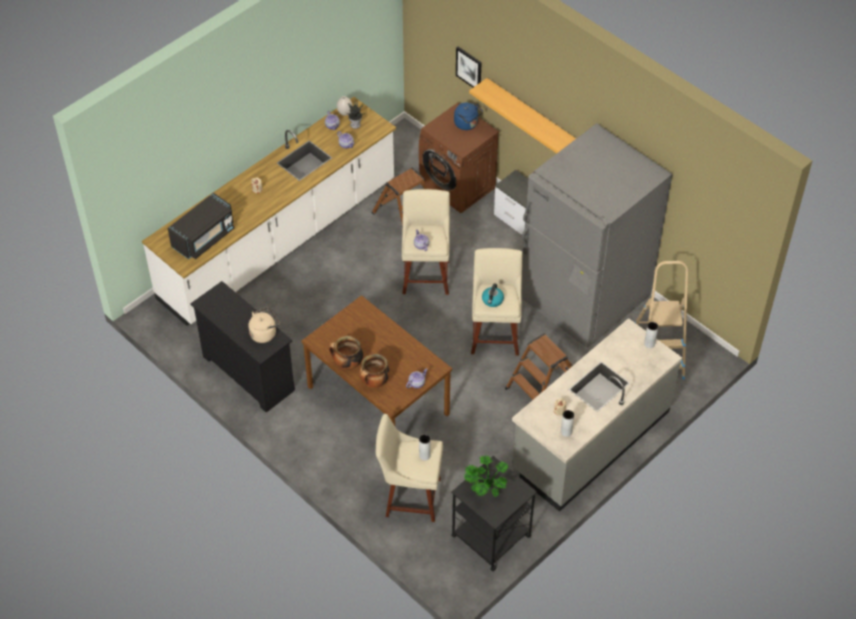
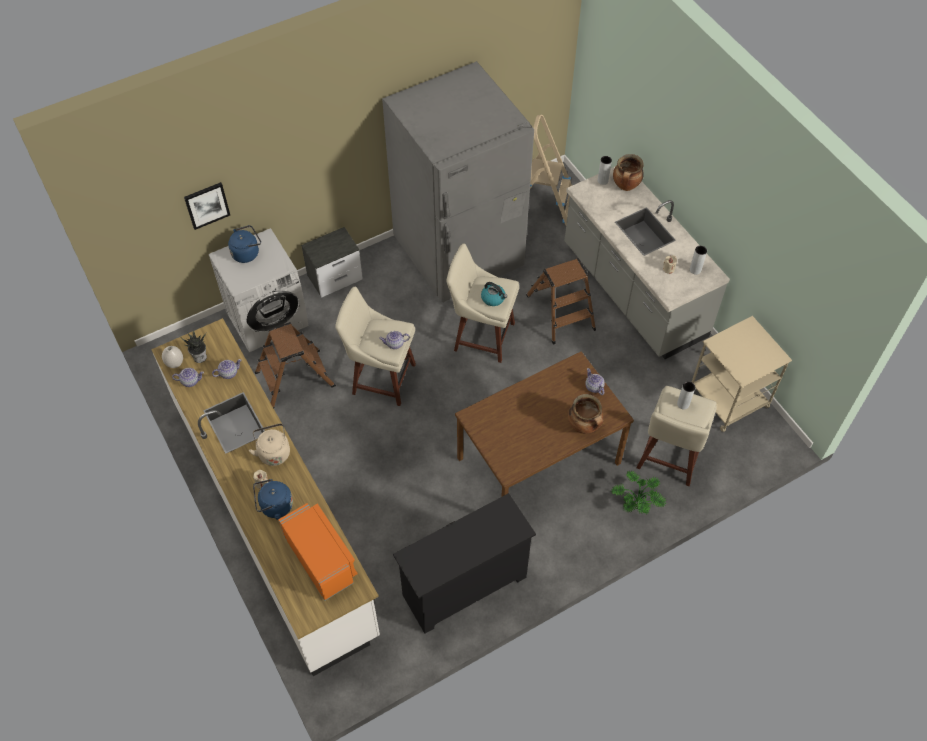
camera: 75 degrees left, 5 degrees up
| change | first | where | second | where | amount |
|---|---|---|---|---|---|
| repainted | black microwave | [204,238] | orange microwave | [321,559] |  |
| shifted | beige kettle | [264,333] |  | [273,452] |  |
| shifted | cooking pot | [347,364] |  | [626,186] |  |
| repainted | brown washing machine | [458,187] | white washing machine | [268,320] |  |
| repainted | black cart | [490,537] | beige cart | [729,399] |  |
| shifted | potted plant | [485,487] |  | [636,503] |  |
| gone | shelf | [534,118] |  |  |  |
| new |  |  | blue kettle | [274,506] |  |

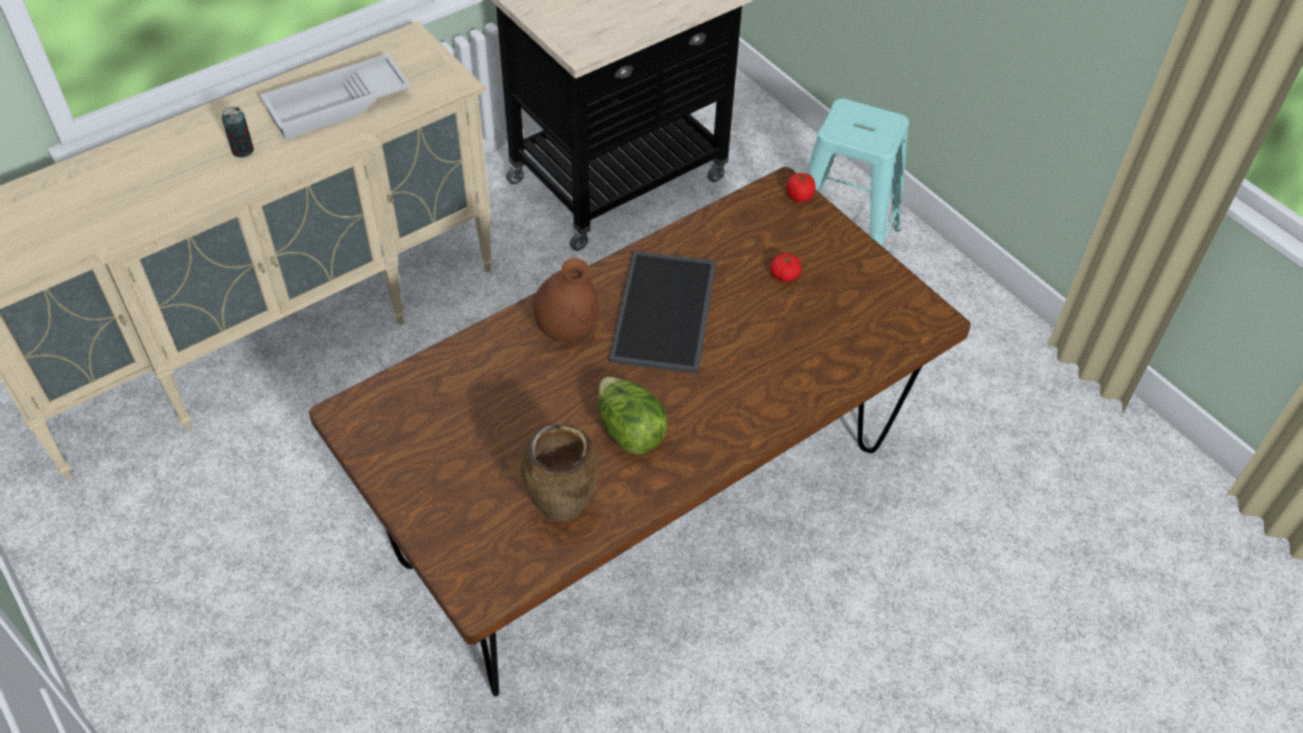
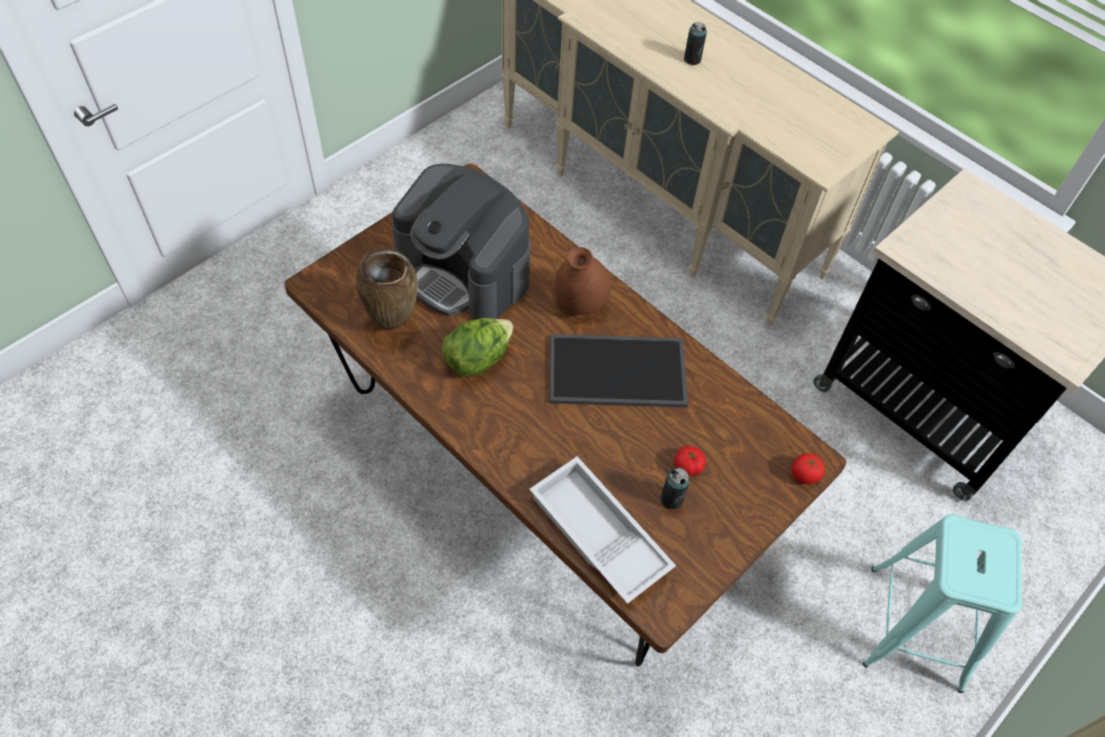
camera: 80 degrees right, 5 degrees up
| change | first | where | second | where | amount |
|---|---|---|---|---|---|
| shifted | white tray | [338,106] |  | [596,535] |  |
| new |  |  | coffee machine | [465,272] |  |
| new |  |  | can | [671,499] |  |

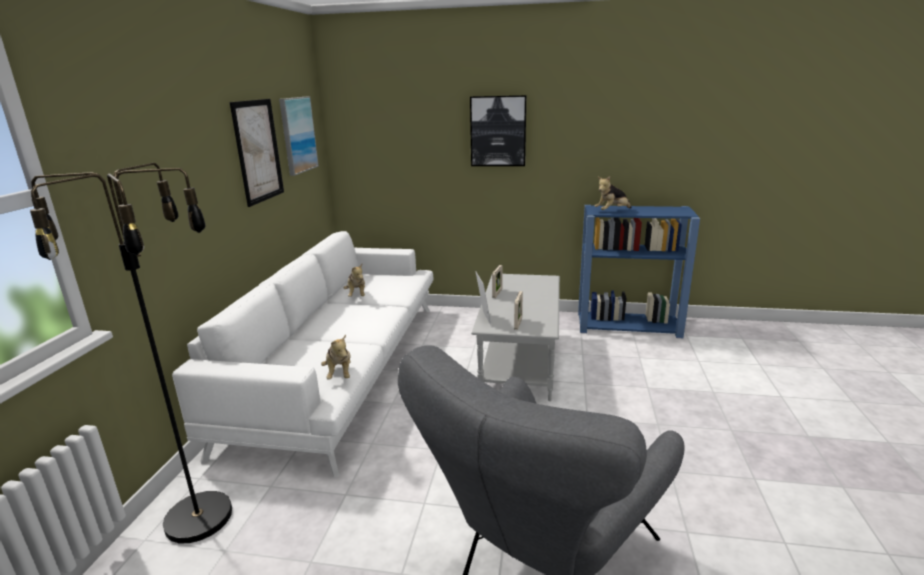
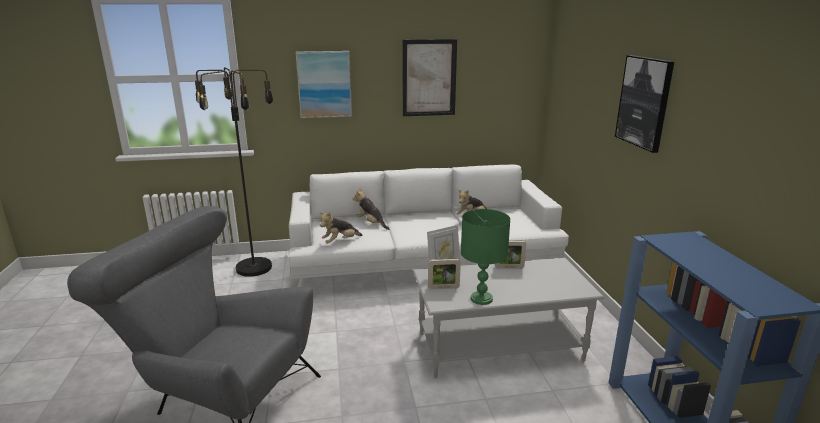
camera: 70 degrees right, 0 degrees up
| change | first | where | second | where | amount |
|---|---|---|---|---|---|
| shifted | picture | [298,135] |  | [324,84] |  |
| shifted | plush toy | [612,211] |  | [371,223] |  |
| new |  |  | green table lamp | [481,298] |  |

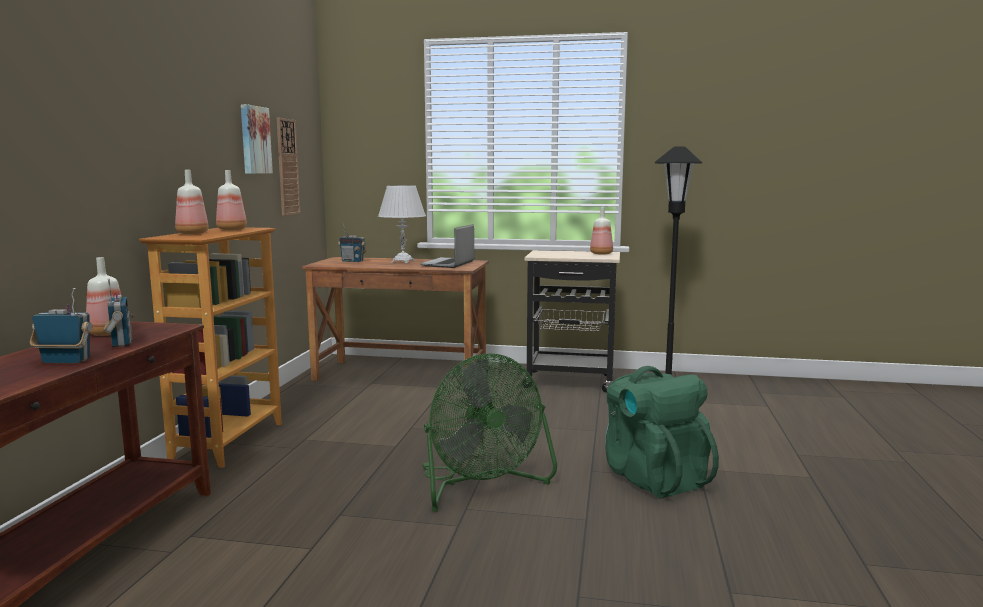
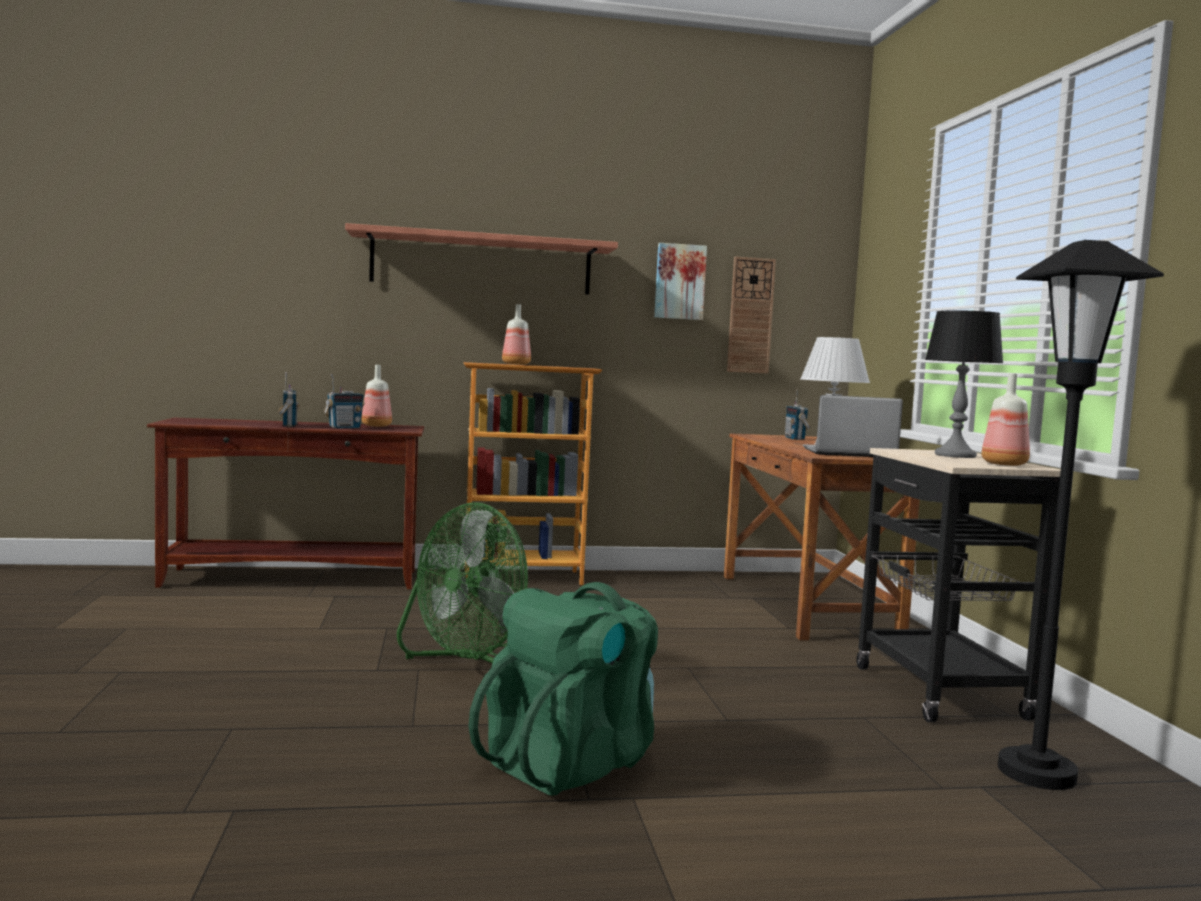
camera: 70 degrees right, 5 degrees down
| change | first | where | second | where | amount |
|---|---|---|---|---|---|
| gone | bottle | [231,229] |  |  |  |
| new |  |  | shelf | [482,263] |  |
| new |  |  | table lamp | [955,455] |  |

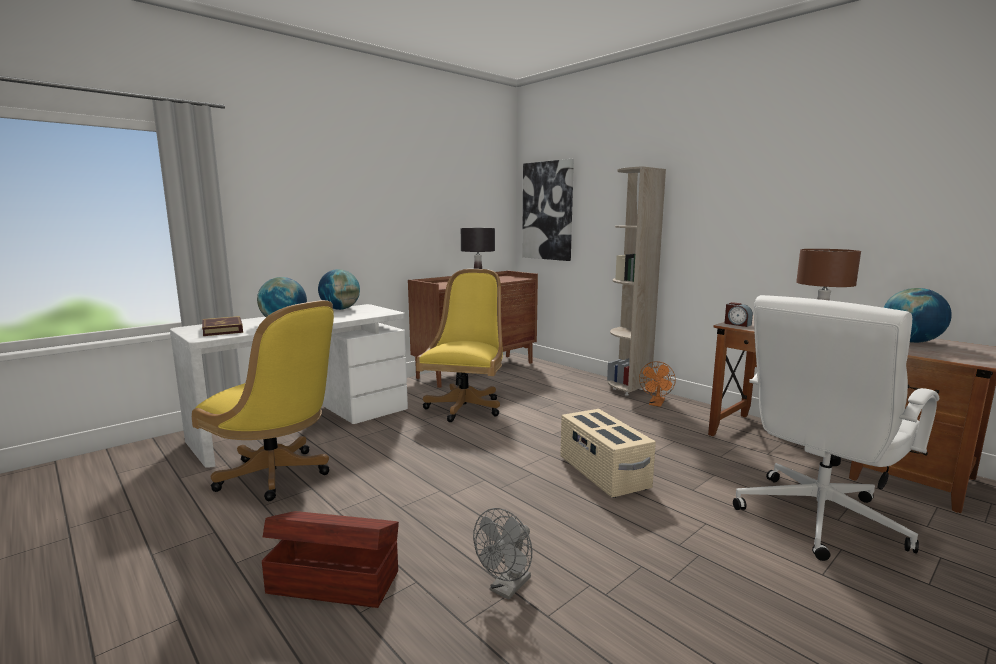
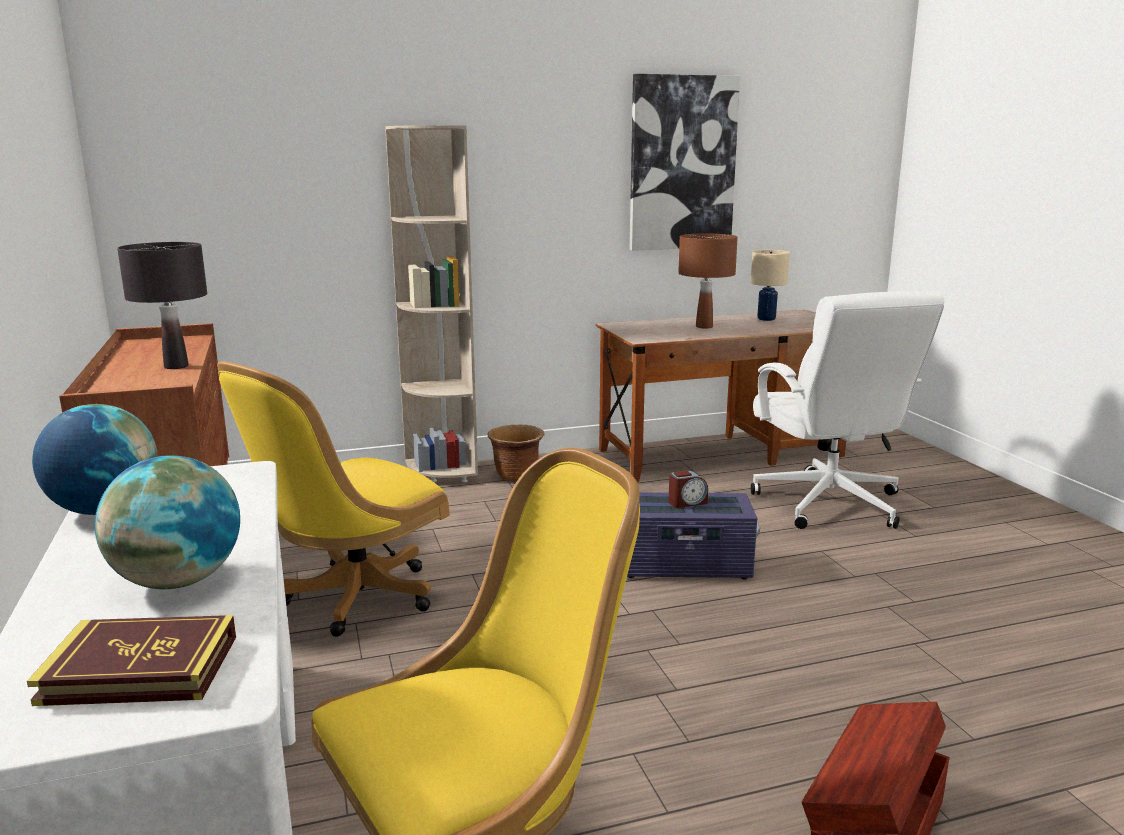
camera: 65 degrees left, 5 degrees up
| change | first | where | second | where | amount |
|---|---|---|---|---|---|
| rotated | yellow office chair | [466,406] |  | [348,603] | 90 degrees counterclockwise |
| gone | grey fan | [507,588] |  |  |  |
| shifted | picture | [547,211] |  | [682,163] |  |
| repainted | beige storage box | [603,473] | purple storage box | [685,566] |  |
| swapped | orange fan | [656,404] | brown planter | [517,476] |  |
| shifted | alarm clock | [737,324] |  | [687,502] |  |
| swapped | globe | [911,341] | beige table lamp | [767,319] |  |

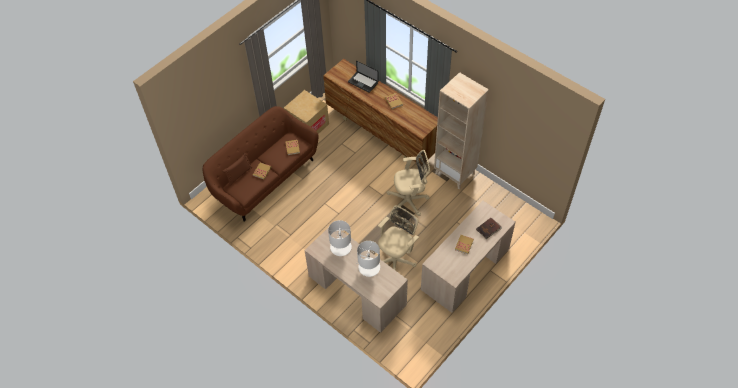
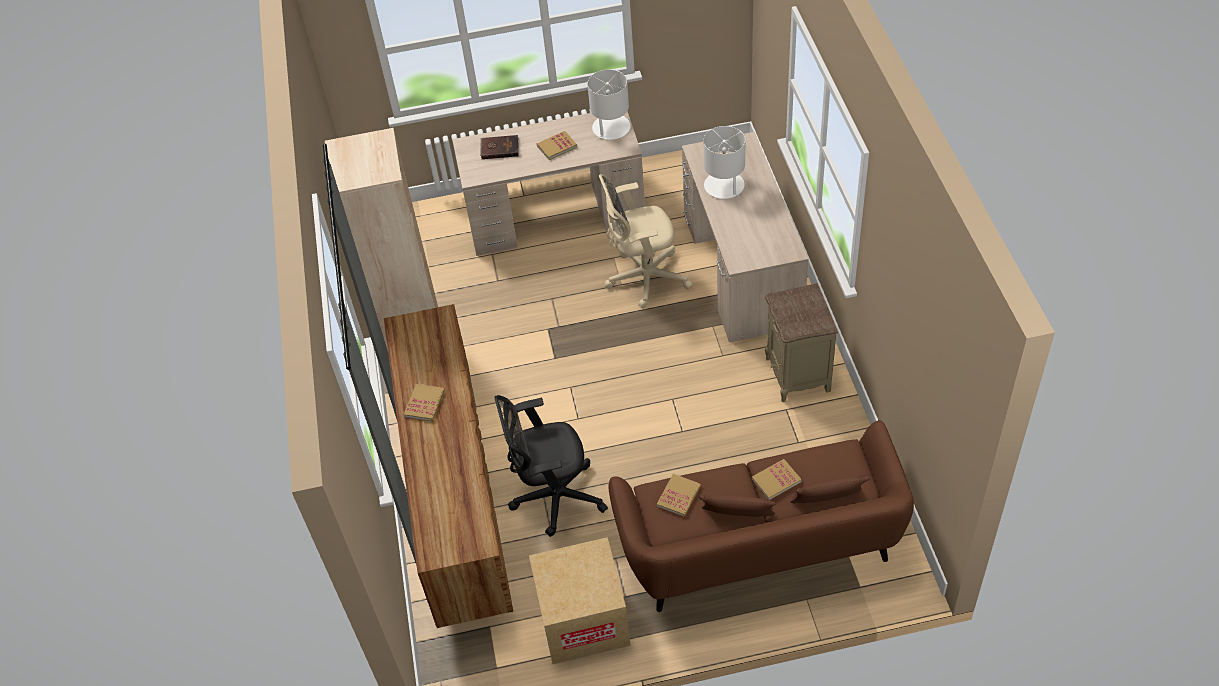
camera: 140 degrees left, 5 degrees down
| change | first | where | second | where | amount |
|---|---|---|---|---|---|
| shifted | white table lamp | [340,247] |  | [611,128] |  |
| gone | laptop | [363,82] |  |  |  |
| gone | beige office chair | [409,201] |  |  |  |
| new |  |  | black office chair | [553,497] |  |
| new |  |  | brown pillow | [737,517] |  |
| new |  |  | beige nightstand | [796,375] |  |

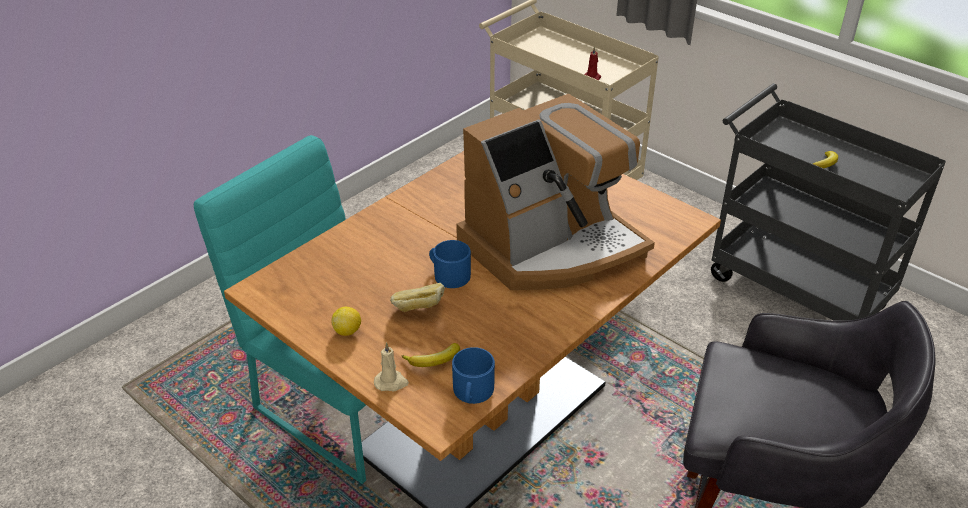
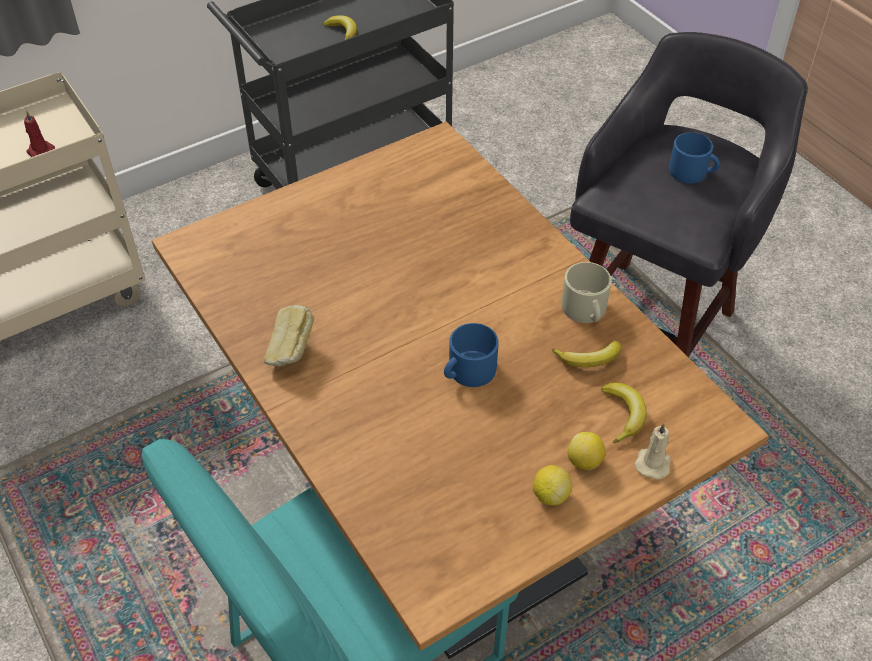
camera: 75 degrees left, 10 degrees up
| change | first | where | second | where | amount |
|---|---|---|---|---|---|
| shifted | bread | [418,311] |  | [291,352] |  |
| shifted | blue mug | [472,392] |  | [692,172] |  |
| gone | coffee machine | [552,247] |  |  |  |
| new |  |  | banana | [589,359] |  |
| new |  |  | beige mug | [585,310] |  |
| new |  |  | lemon | [584,461] |  |

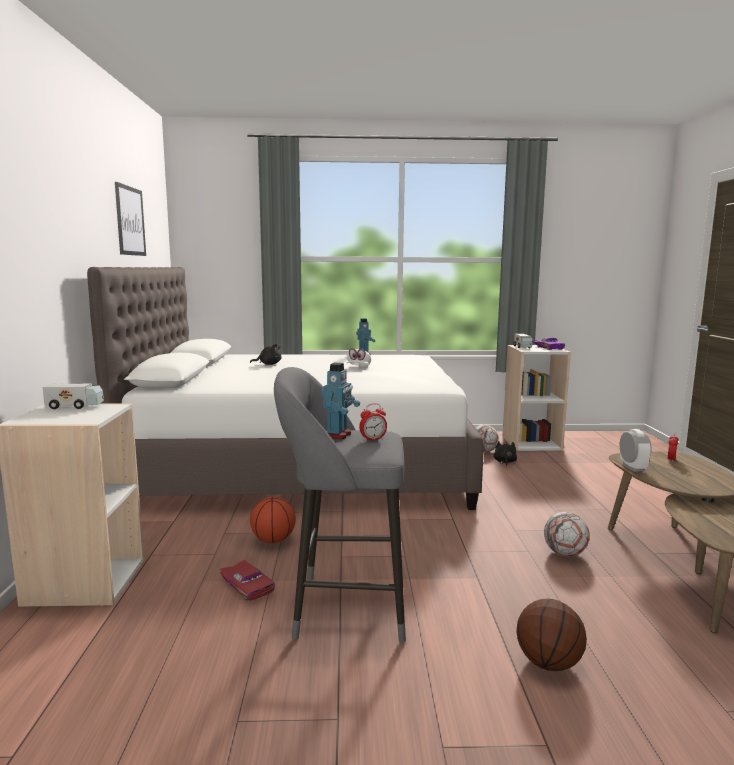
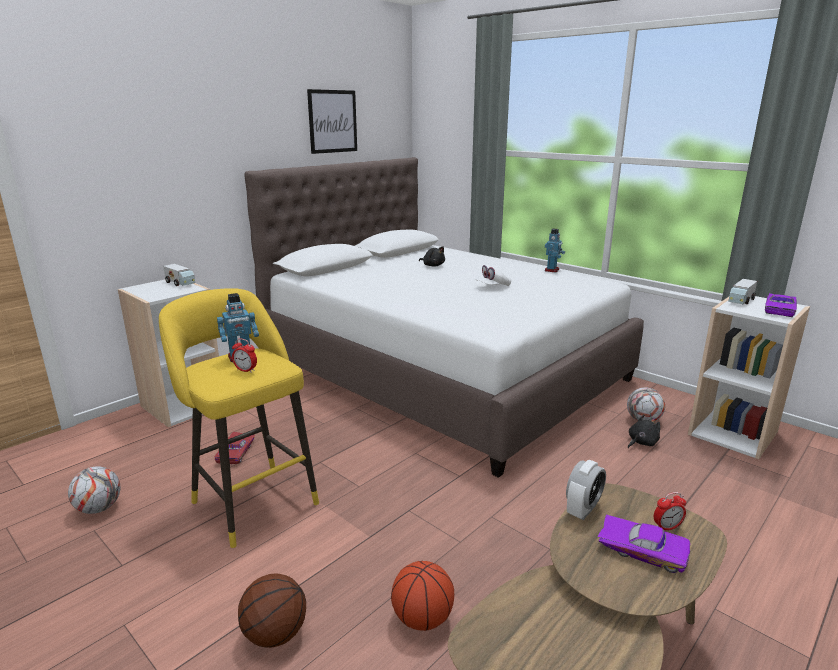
camera: 45 degrees right, 10 degrees up
| change | first | where | second | where | amount |
|---|---|---|---|---|---|
| shifted | basketball | [273,540] |  | [422,619] |  |
| repainted | grey stool | [343,607] | yellow stool | [251,499] |  |
| shifted | football | [565,553] |  | [99,508] |  |
| new |  |  | purple toy car | [642,548] |  |

